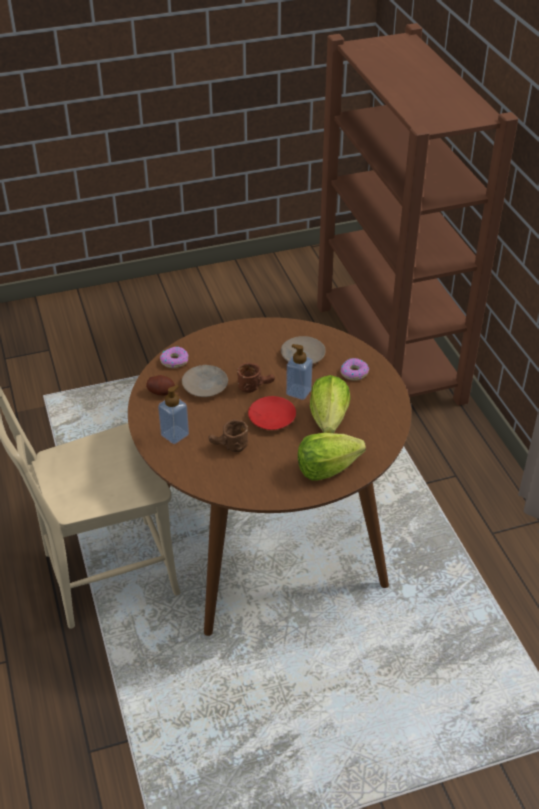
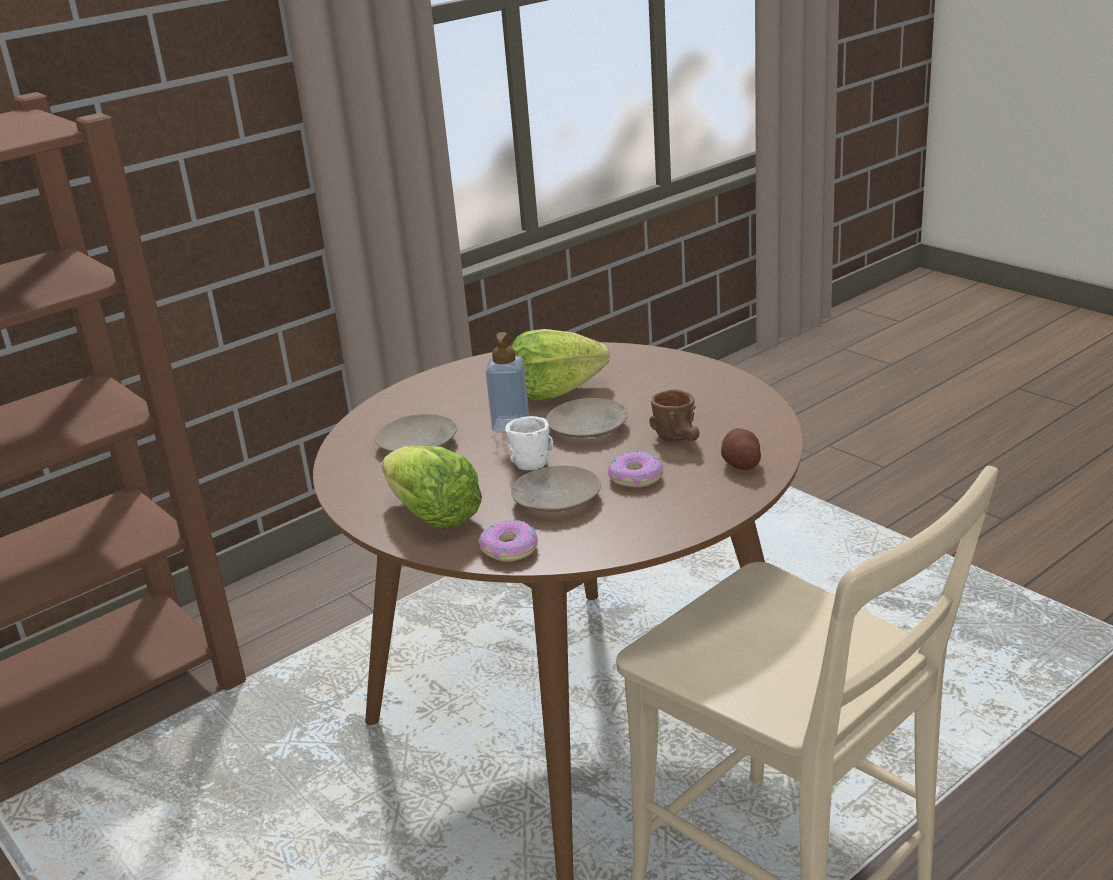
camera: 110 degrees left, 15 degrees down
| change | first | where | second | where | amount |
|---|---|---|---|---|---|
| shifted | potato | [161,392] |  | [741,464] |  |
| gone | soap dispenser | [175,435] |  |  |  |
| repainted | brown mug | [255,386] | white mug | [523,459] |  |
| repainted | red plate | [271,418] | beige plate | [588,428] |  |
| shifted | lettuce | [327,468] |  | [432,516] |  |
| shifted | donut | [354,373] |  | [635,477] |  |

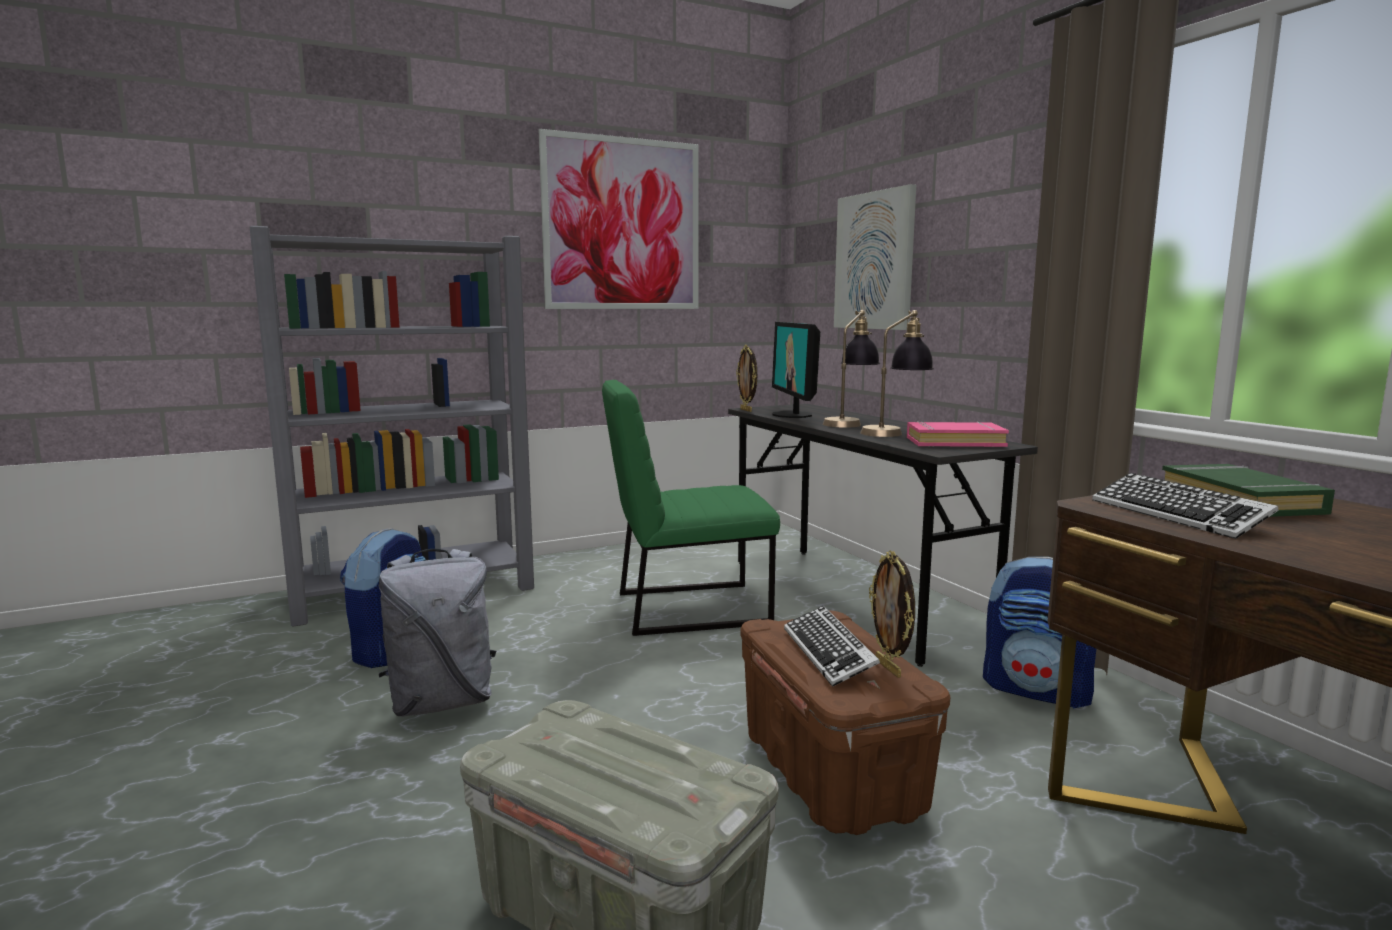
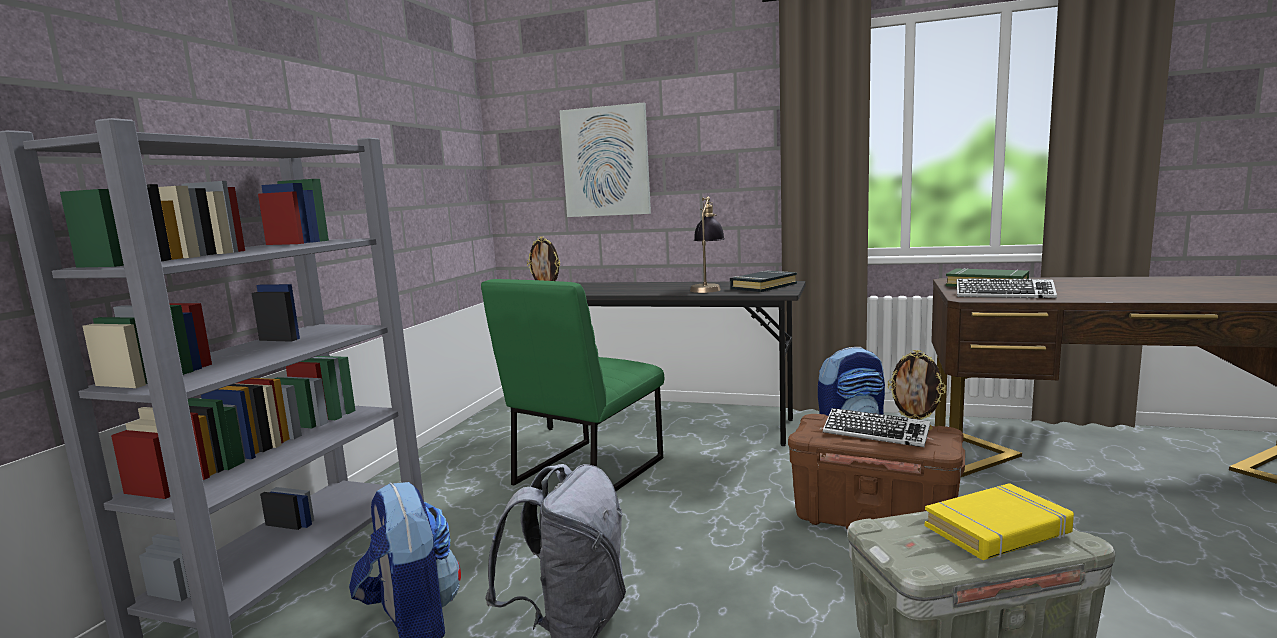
camera: 45 degrees left, 0 degrees up
| change | first | where | second | where | amount |
|---|---|---|---|---|---|
| gone | picture | [622,225] |  |  |  |
| gone | monitor | [793,415] |  |  |  |
| gone | table lamp | [850,422] |  |  |  |
| repainted | pink book | [954,442] | black book | [763,286] |  |
| new |  |  | yellow book | [998,530] |  |

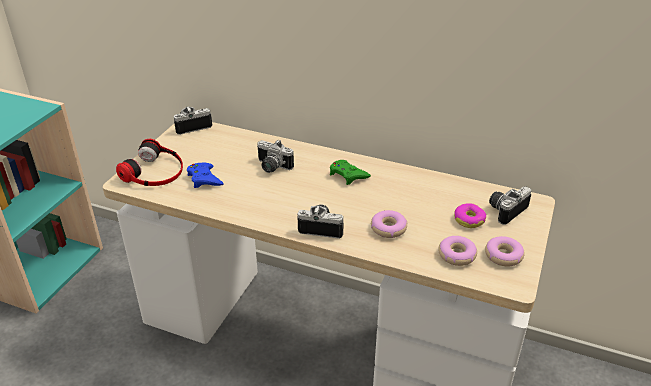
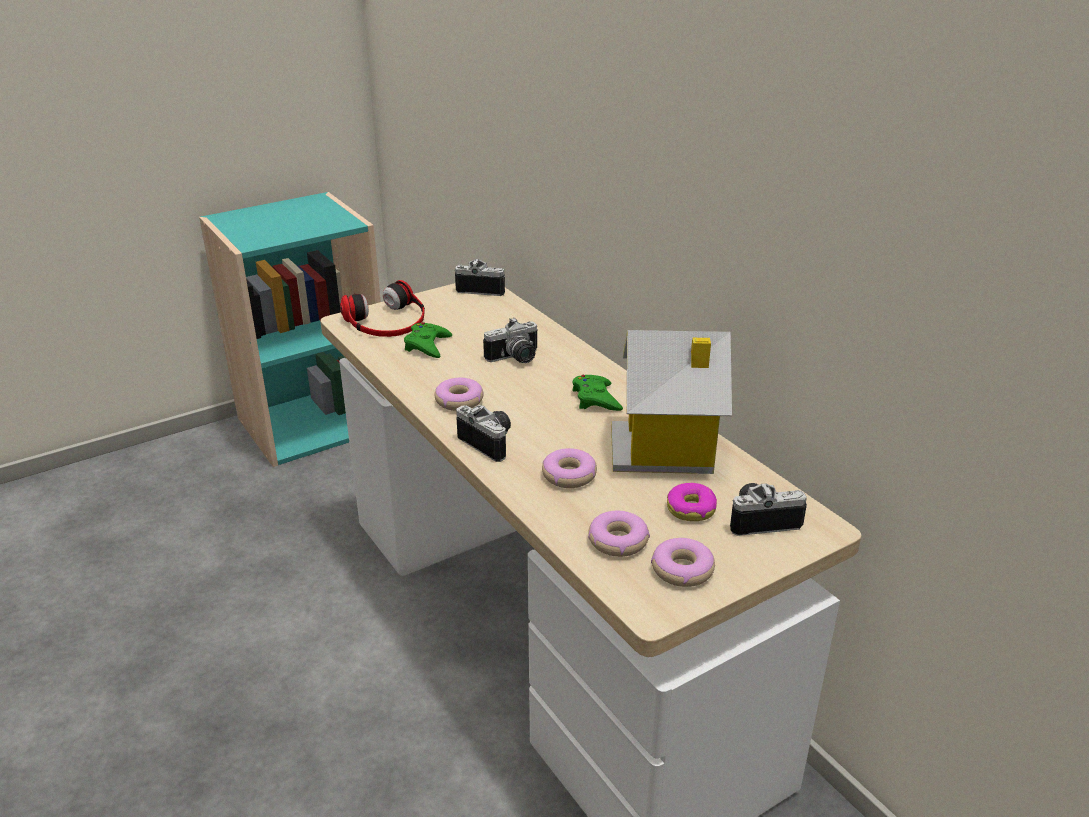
camera: 35 degrees right, 5 degrees down
| change | first | where | second | where | amount |
|---|---|---|---|---|---|
| repainted | blue game controller | [204,179] | green game controller | [427,345] |  |
| rotated | photo camera | [272,167] |  | [515,359] | 90 degrees counterclockwise |
| new |  |  | donut | [459,401] |  |
| new |  |  | toy house | [666,450] |  |

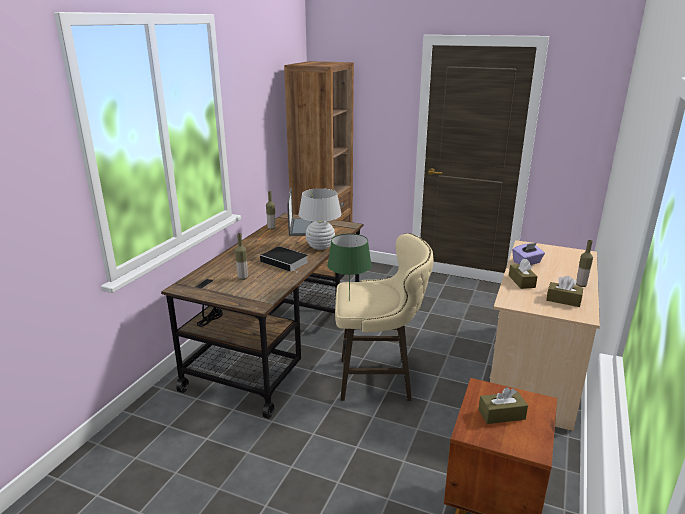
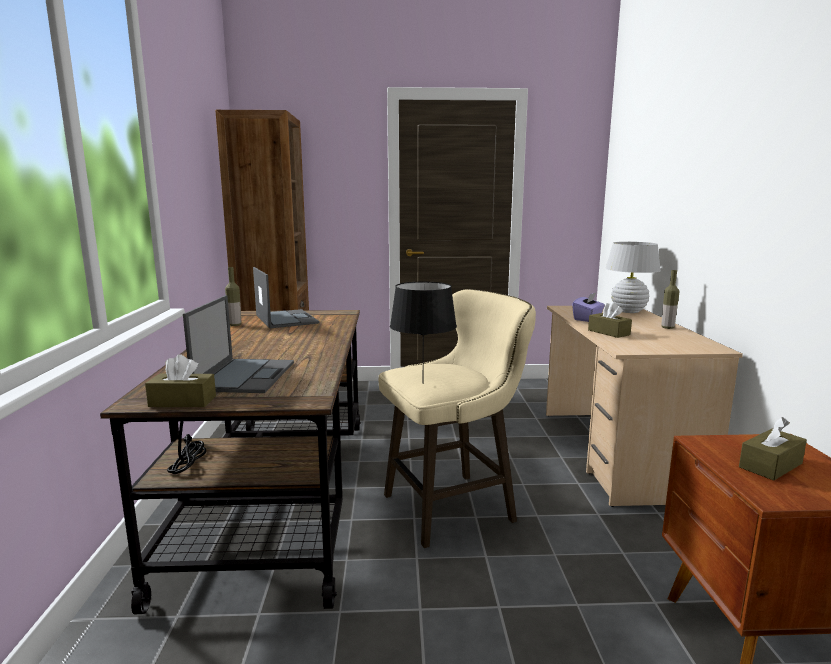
camera: 25 degrees left, 10 degrees down
| change | first | where | second | where | amount |
|---|---|---|---|---|---|
| swapped | bottle | [242,278] | laptop | [246,375] |  |
| gone | book | [286,262] |  |  |  |
| shifted | white table lamp | [320,247] |  | [628,311] |  |
| repainted | green table lamp | [349,300] | black table lamp | [423,383] |  |
| shifted | brown tissue box | [563,300] |  | [182,401] |  |

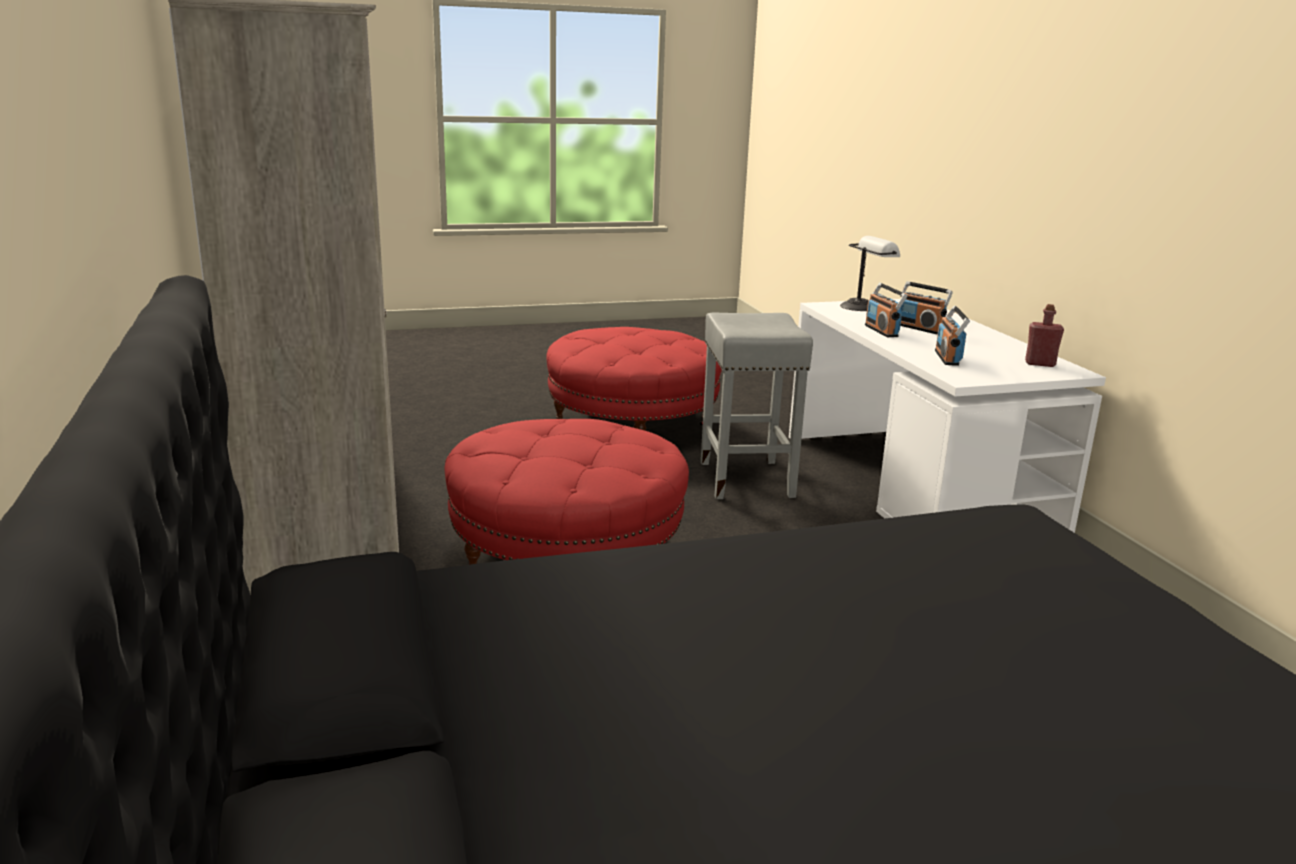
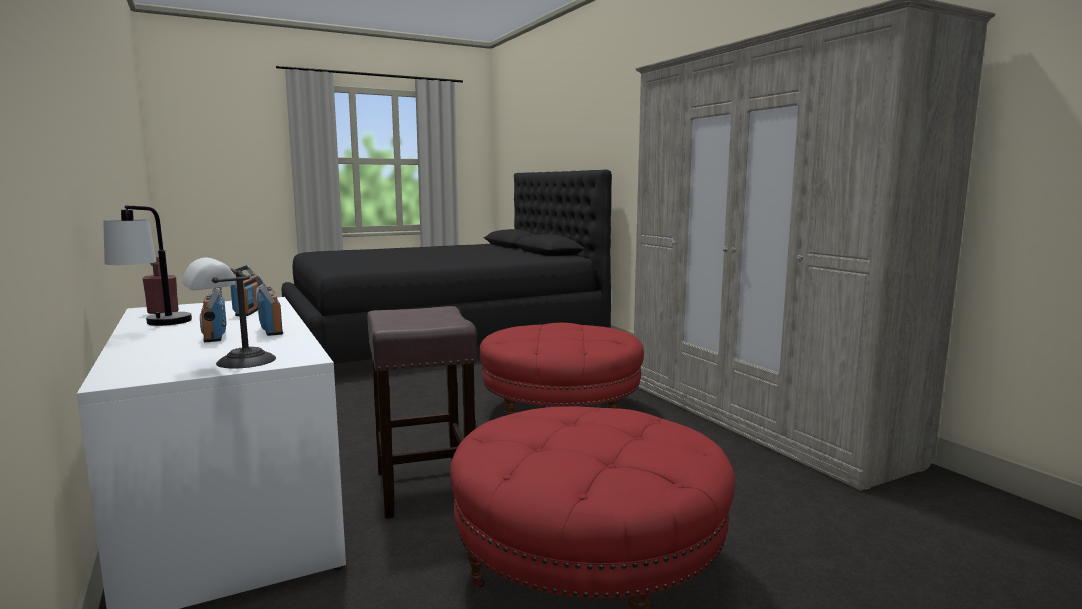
camera: 170 degrees right, 10 degrees down
| change | first | where | second | where | amount |
|---|---|---|---|---|---|
| repainted | grey stool | [745,478] | brown stool | [425,488] |  |
| rotated | radio | [920,328] |  | [215,335] | 150 degrees counterclockwise |
| new |  |  | table lamp | [155,325] |  |

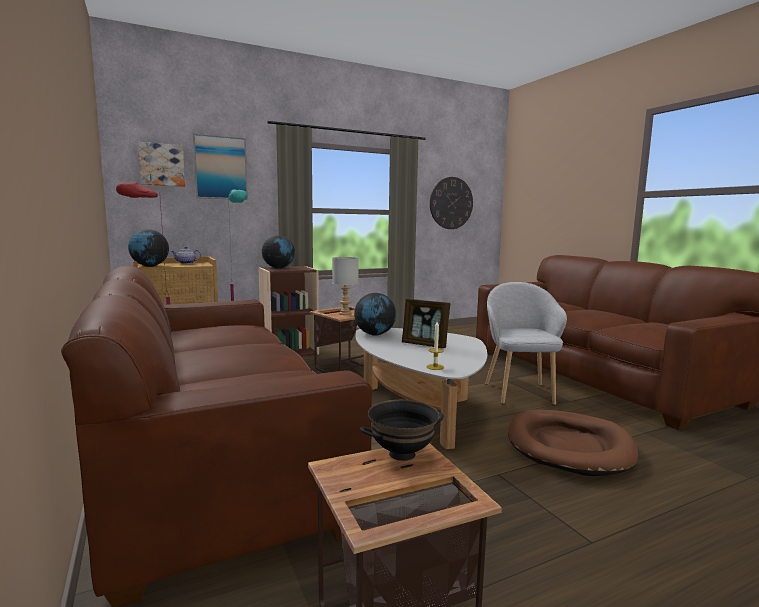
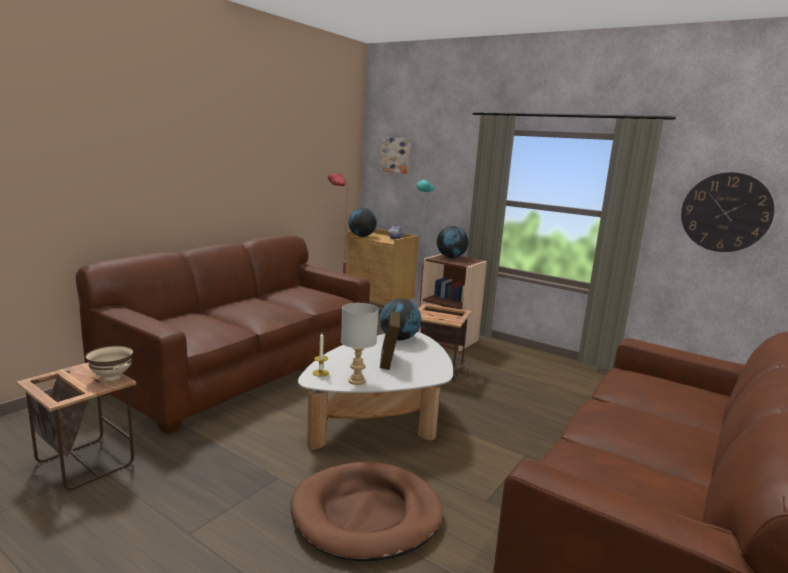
camera: 60 degrees right, 5 degrees up
| change | first | where | second | where | amount |
|---|---|---|---|---|---|
| gone | picture | [220,168] |  |  |  |
| shifted | grey table lamp | [344,314] |  | [356,381] |  |
| repainted | black bowl | [402,454] | beige bowl | [112,377] |  |
| gone | grey armchair | [519,392] |  |  |  |

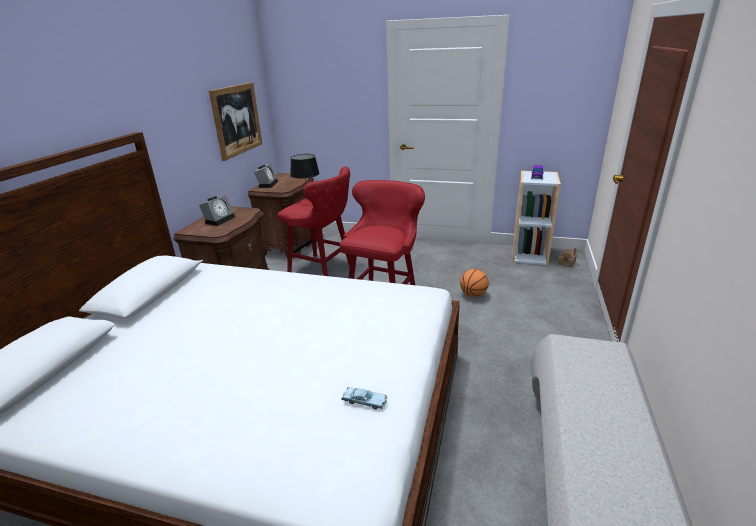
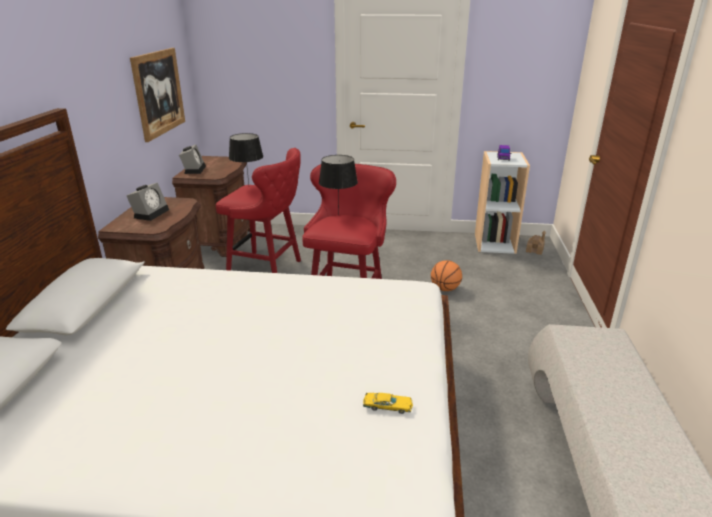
camera: 10 degrees left, 0 degrees up
| change | first | where | second | where | amount |
|---|---|---|---|---|---|
| repainted | blue toy car | [364,401] | yellow toy car | [387,406] |  |
| new |  |  | black table lamp | [338,215] |  |

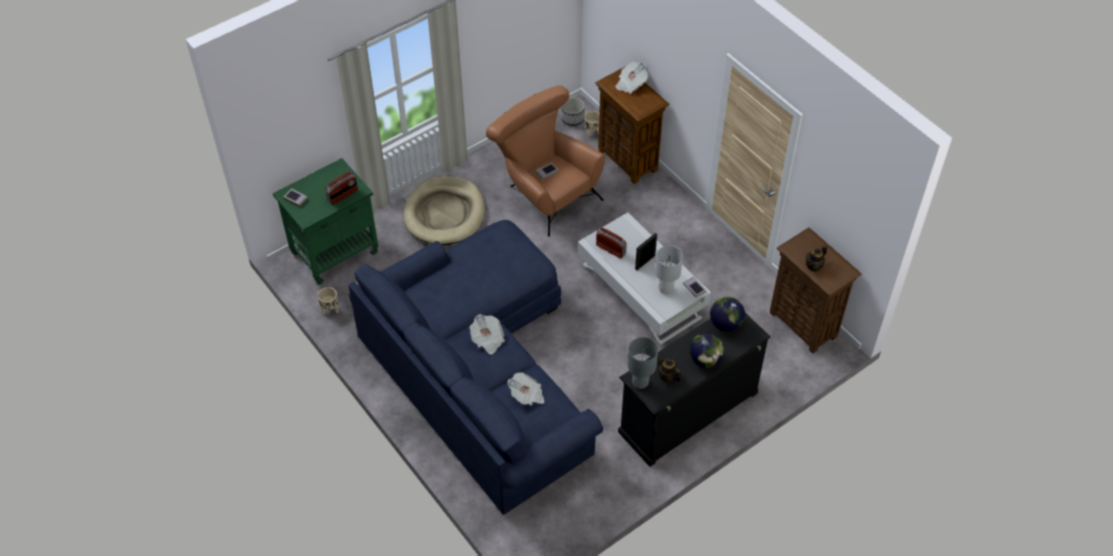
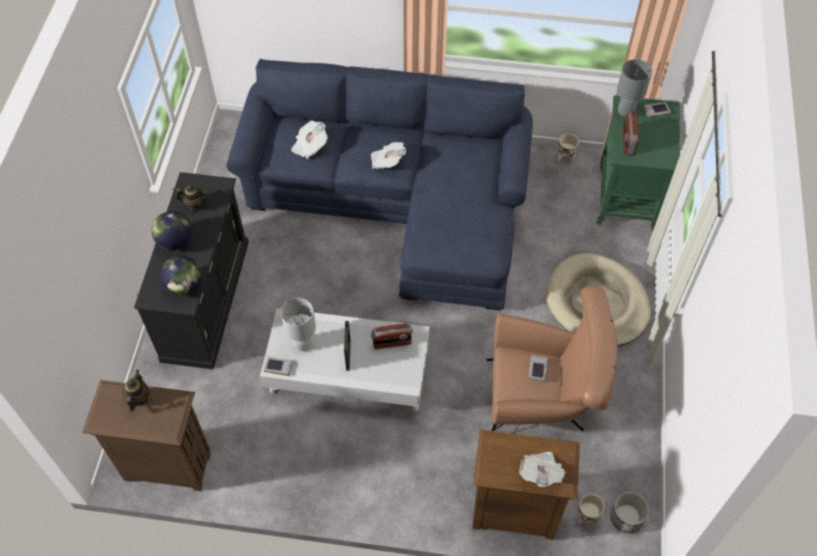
camera: 135 degrees right, 5 degrees up
| change | first | where | second | where | amount |
|---|---|---|---|---|---|
| shifted | grey table lamp | [640,383] |  | [626,112] |  |

